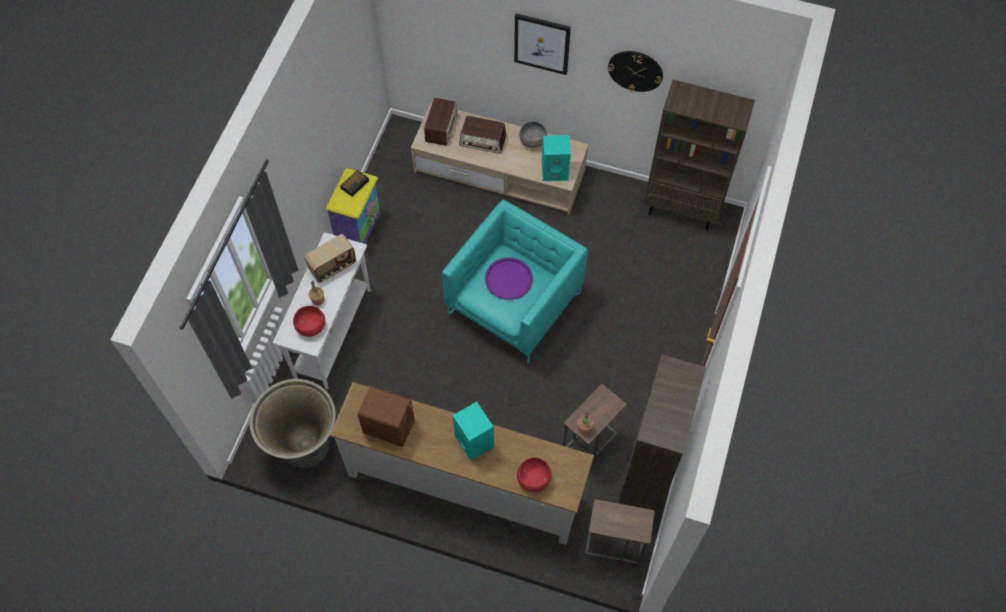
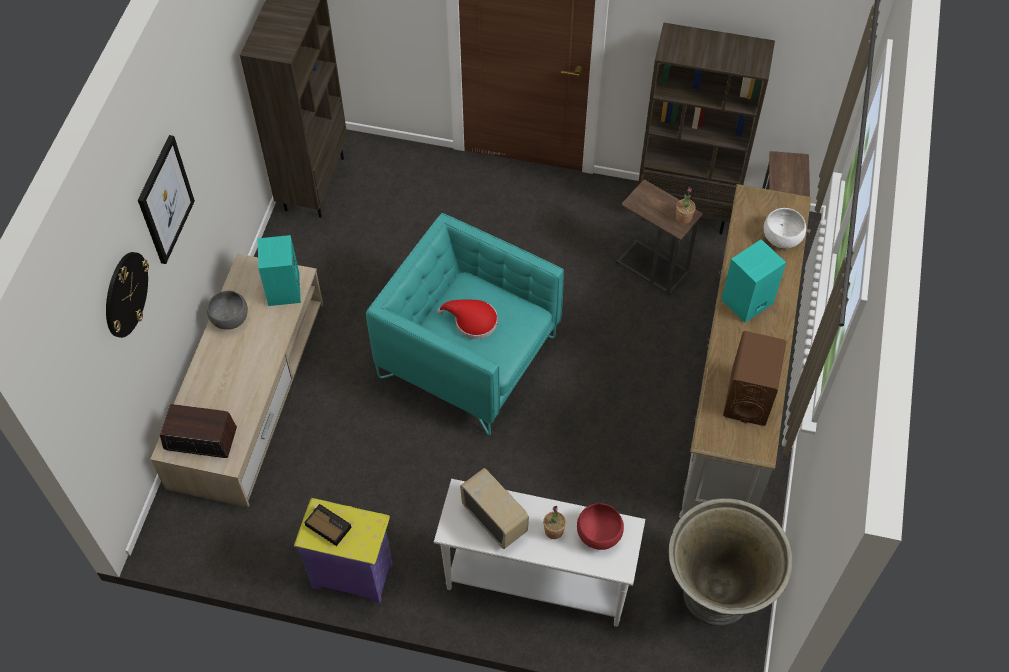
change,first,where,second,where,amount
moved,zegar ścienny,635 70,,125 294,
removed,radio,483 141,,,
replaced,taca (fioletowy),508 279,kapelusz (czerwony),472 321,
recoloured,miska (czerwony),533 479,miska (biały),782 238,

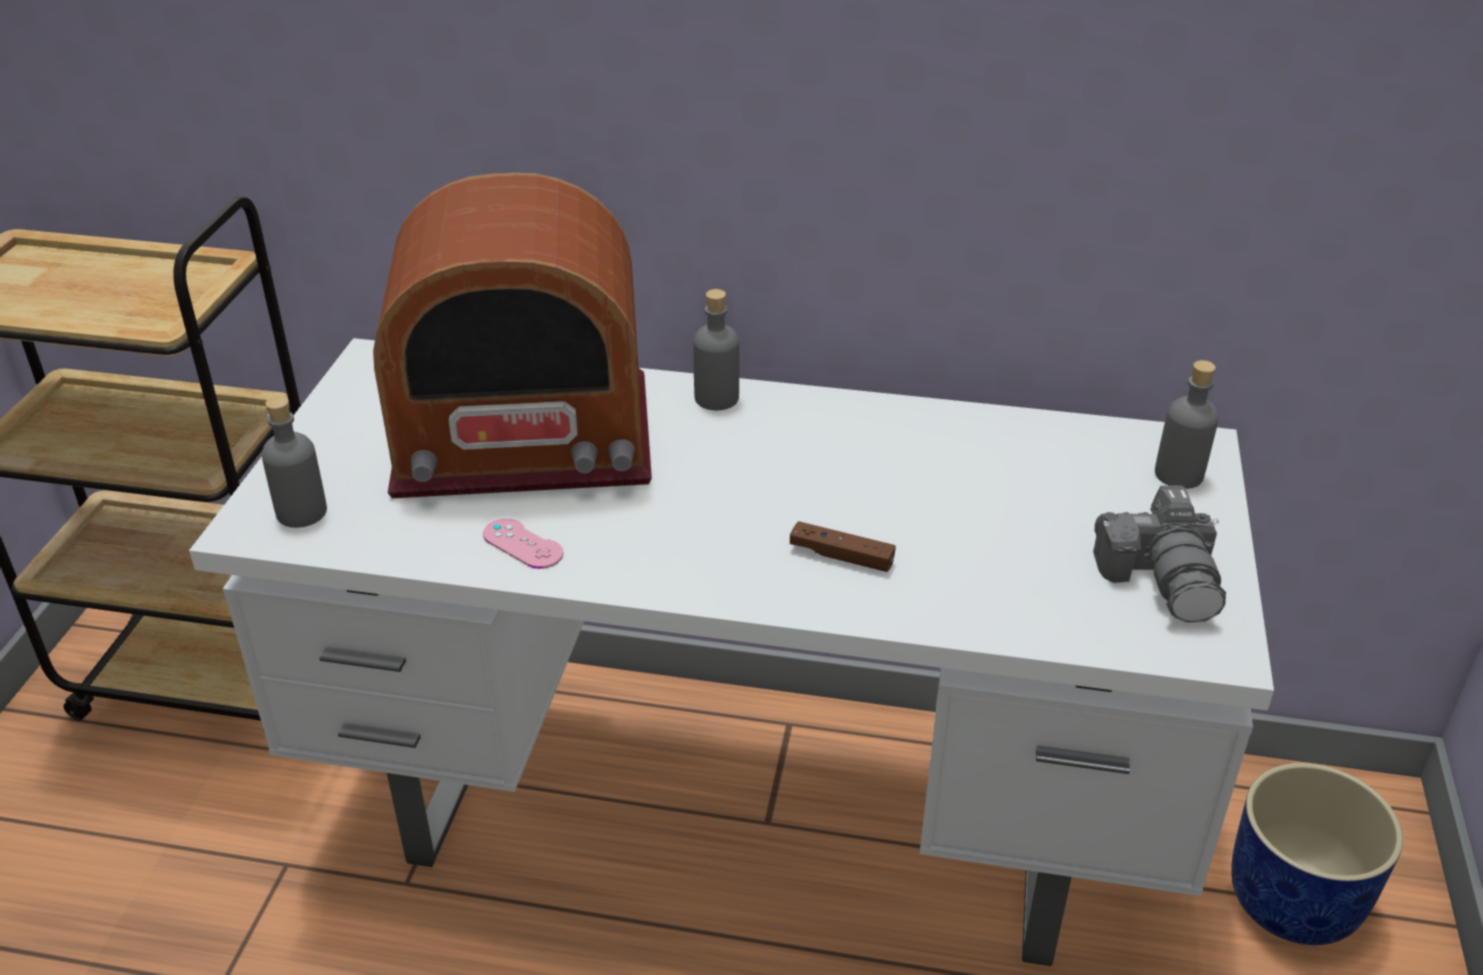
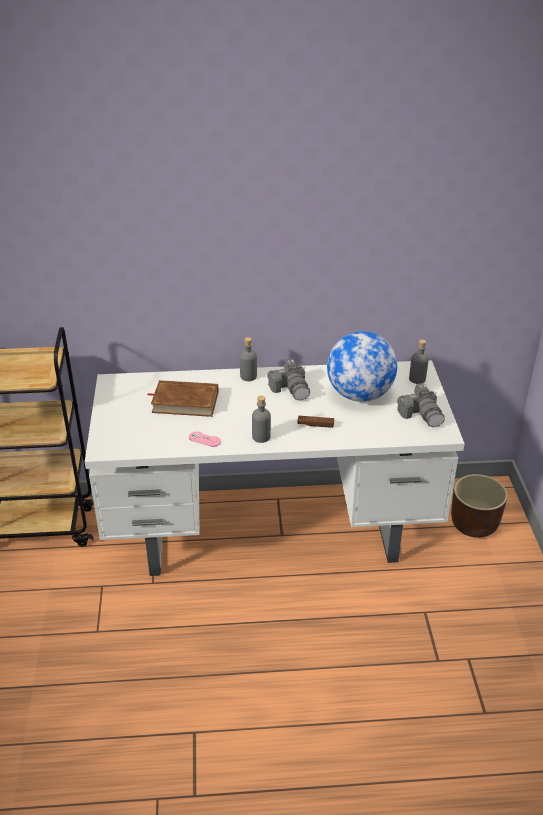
change,first,where,second,where,amount
replaced,radio,524 437,książka (brązowy),185 402,
moved,butelka (szary),302 512,,261 437,
recoloured,donica (niebieski),1294 899,donica (brązowy),474 524,
added,,,globus,359 395,
added,,,aparat fotograficzny,291 389,

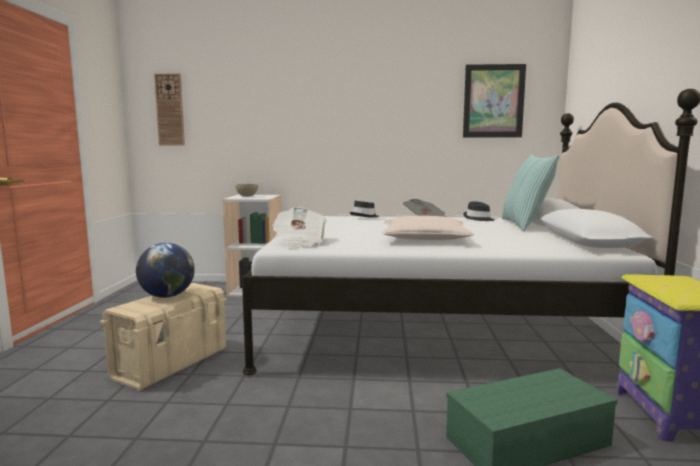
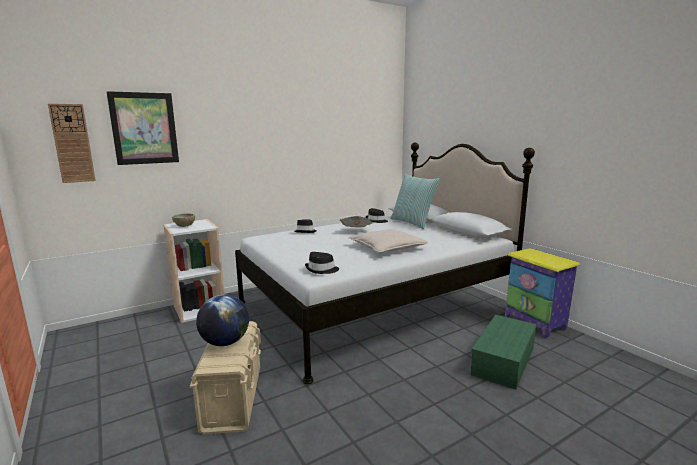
change,first,where,second,where,amount
moved,obraz,493 101,,144 128,
replaced,gazeta,299 242,kapelusz (czarny),322 270,

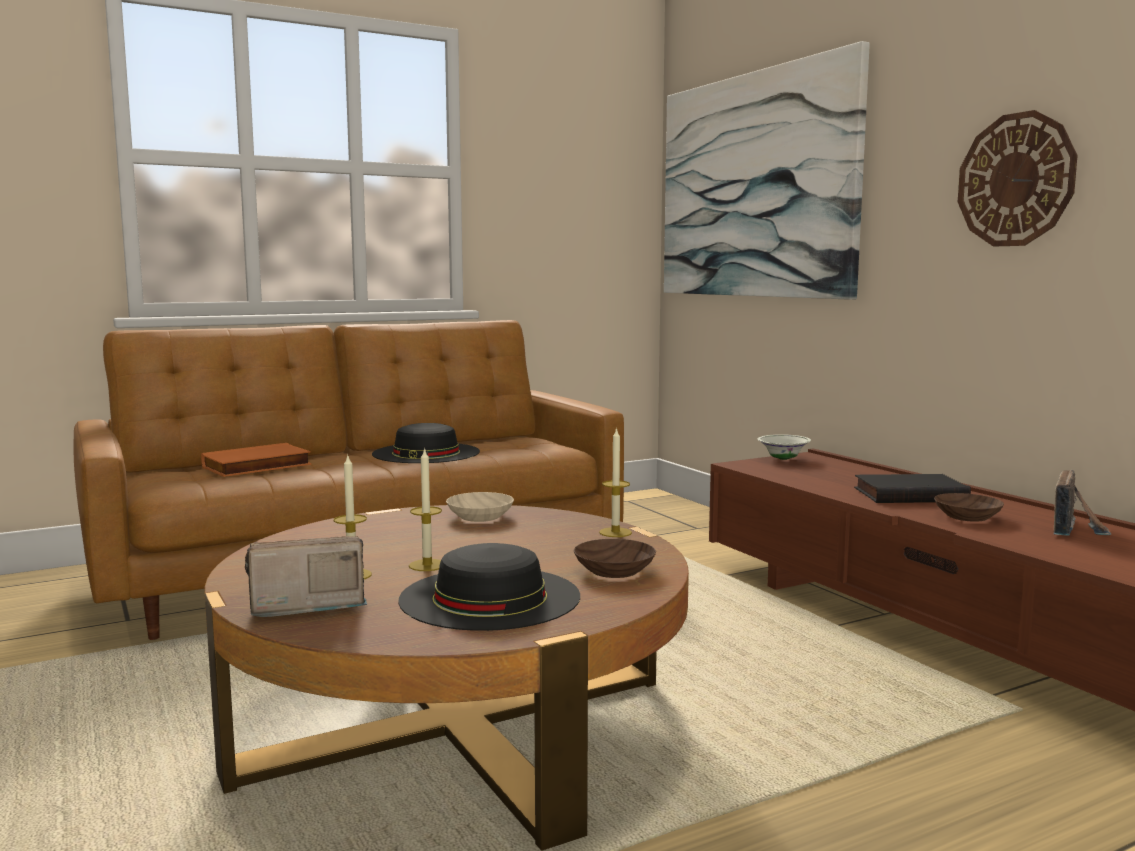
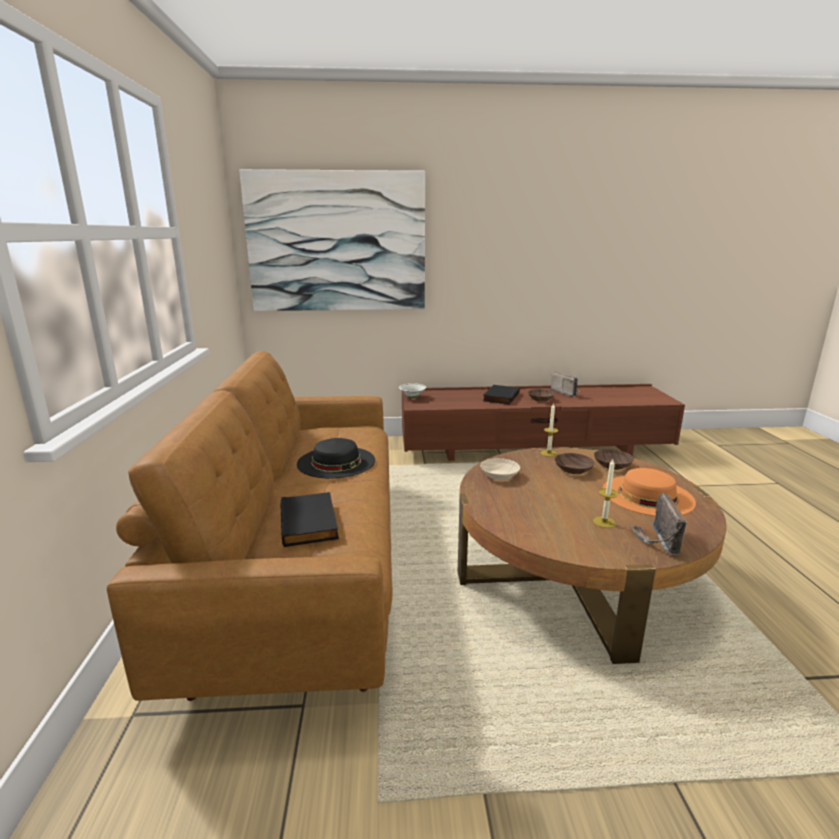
change,first,where,second,where,amount
removed,zegar ścienny,1015 180,,,
recoloured,książka (pomarańczowy),257 466,książka (czarny),310 523,
removed,świeca,427 565,,,
recoloured,kapelusz (czarny),489 597,kapelusz (pomarańczowy),647 495,
added,,,miska (brązowy),574 470,

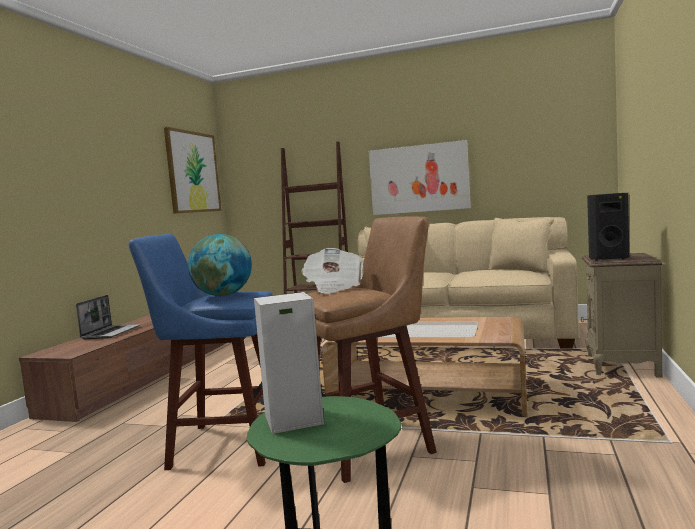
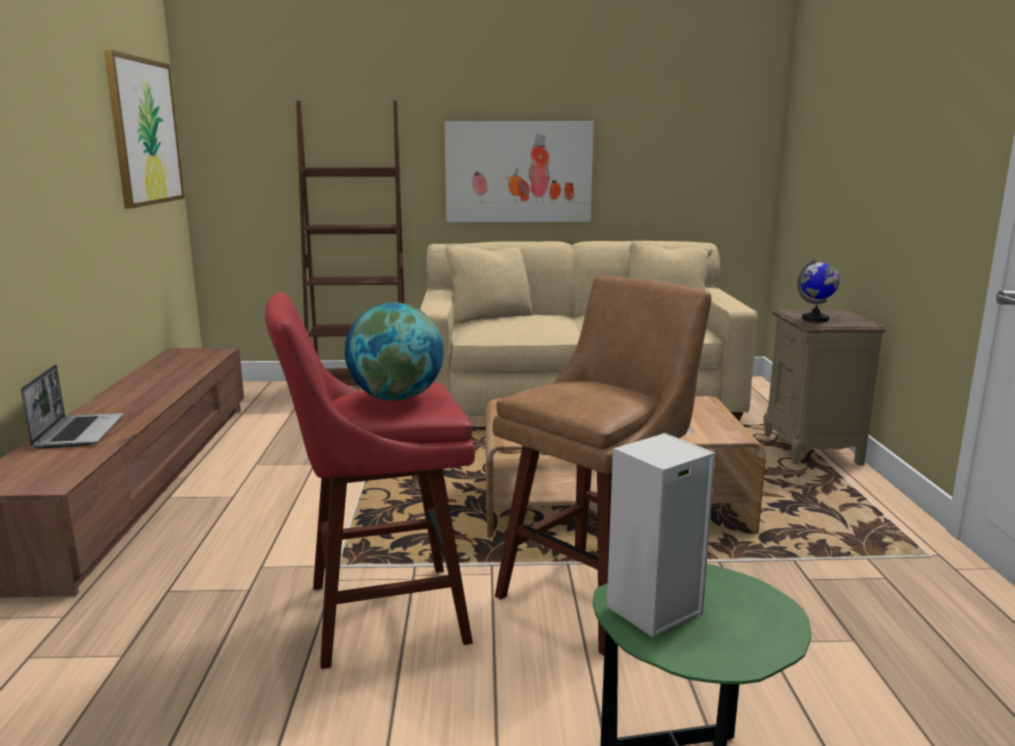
change,first,where,second,where,amount
replaced,głośnik (czarny),607 259,globus,815 319,
recoloured,stołek (niebieski),223 445,stołek (czerwony),379 614,
removed,gazeta,334 288,,,

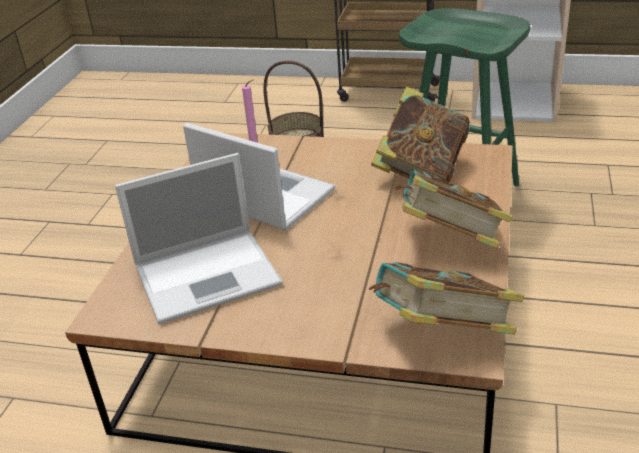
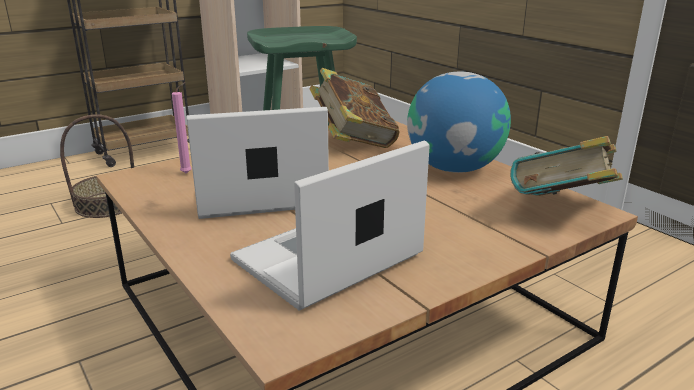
change,first,where,second,where,amount
turned,laptop,210 274,,325 260,150 degrees counterclockwise
replaced,książka,449 241,globus,454 168,

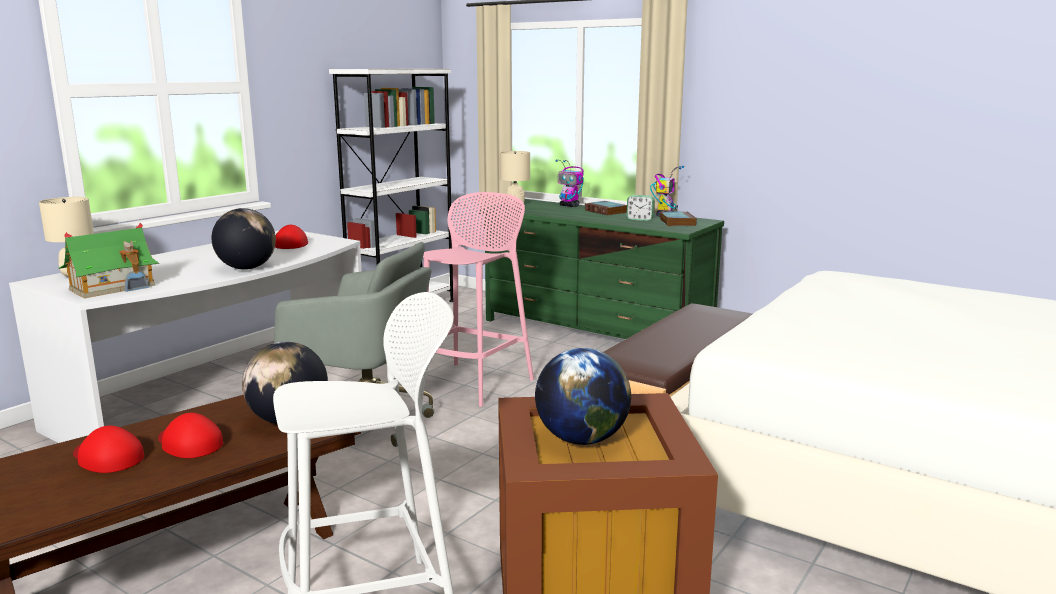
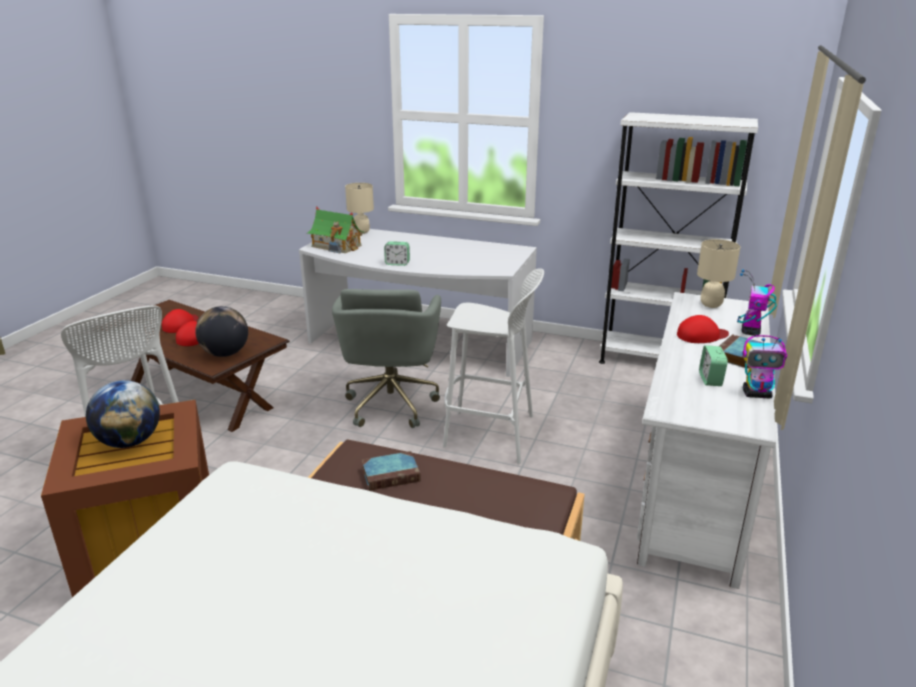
change,first,where,second,where,amount
recoloured,stołek (różowy),474 384,stołek (biały),491 434,
recoloured,komoda (zielony),595 332,komoda (biały),694 483,
replaced,globus,247 268,budzik,397 263,
moved,książka,677 222,,392 474,
moved,czapka z daszkiem (czerwony),292 244,,702 335,

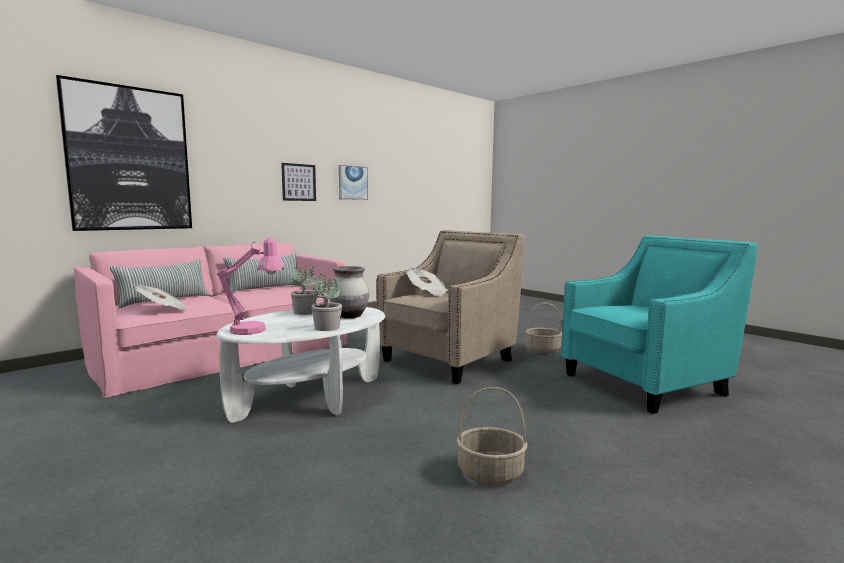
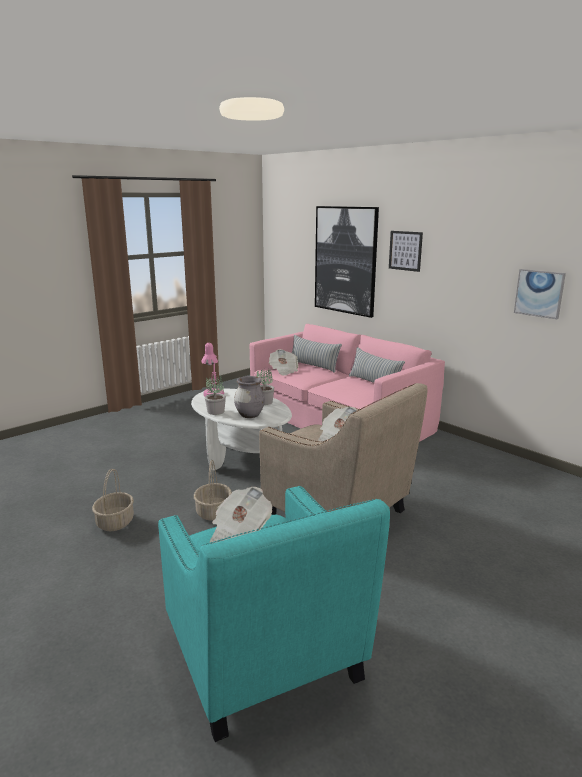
change,first,where,second,where,amount
moved,obraz,298 182,,405 250,
moved,koszyk,543 349,,214 512,
added,,,gazeta,239 533,

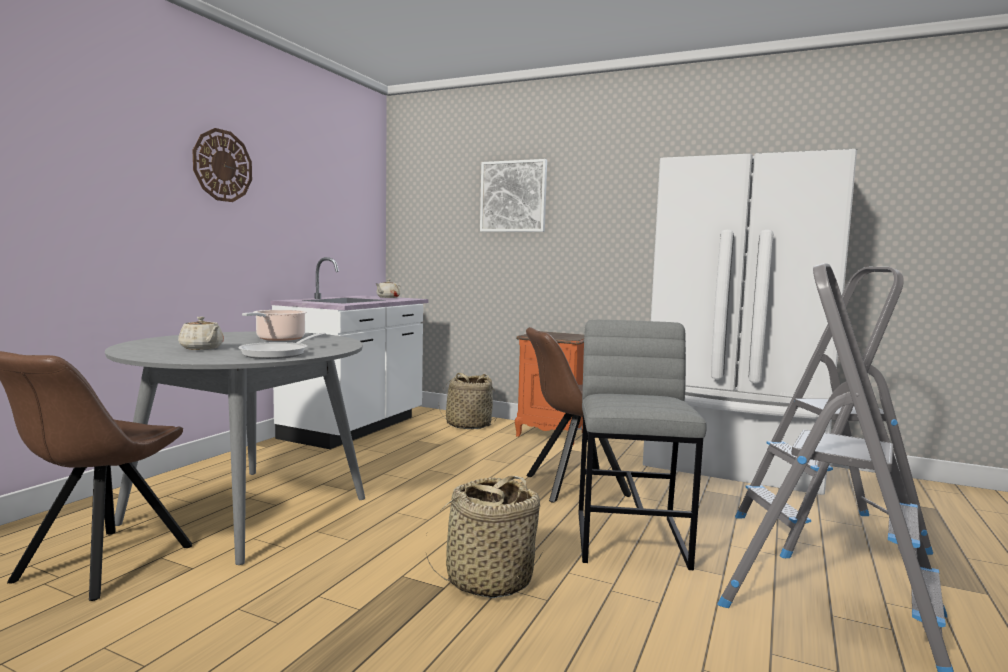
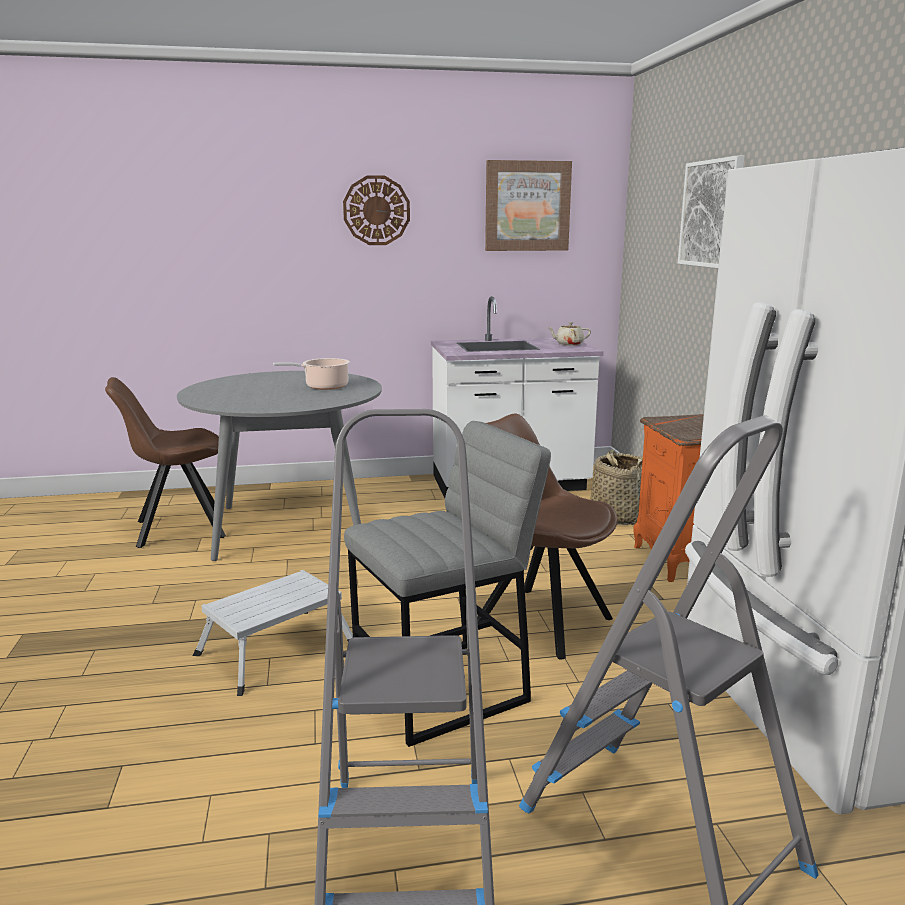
change,first,where,second,where,amount
removed,imbryk (beżowy),202 348,,,
removed,patelnia,279 353,,,
replaced,koszyk,489 579,drabinka (biały),277 648,
added,,,obraz,527 206,

